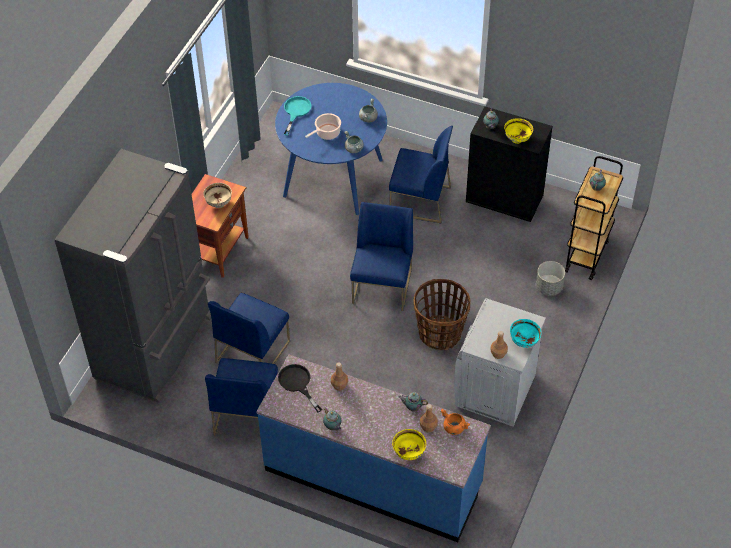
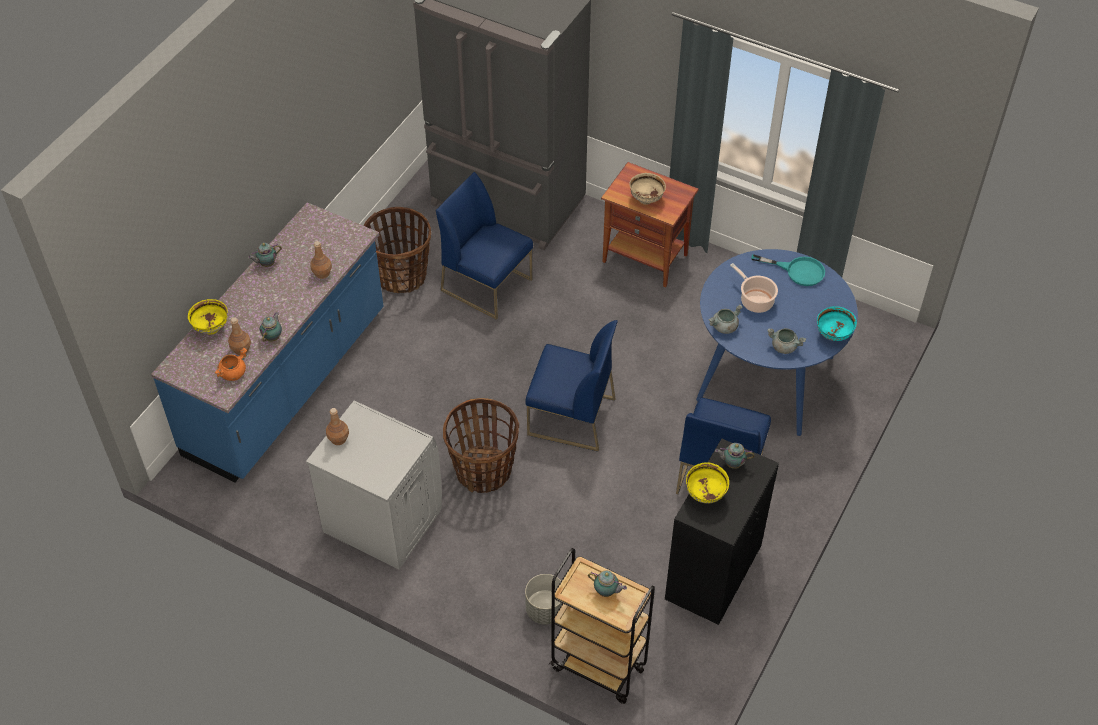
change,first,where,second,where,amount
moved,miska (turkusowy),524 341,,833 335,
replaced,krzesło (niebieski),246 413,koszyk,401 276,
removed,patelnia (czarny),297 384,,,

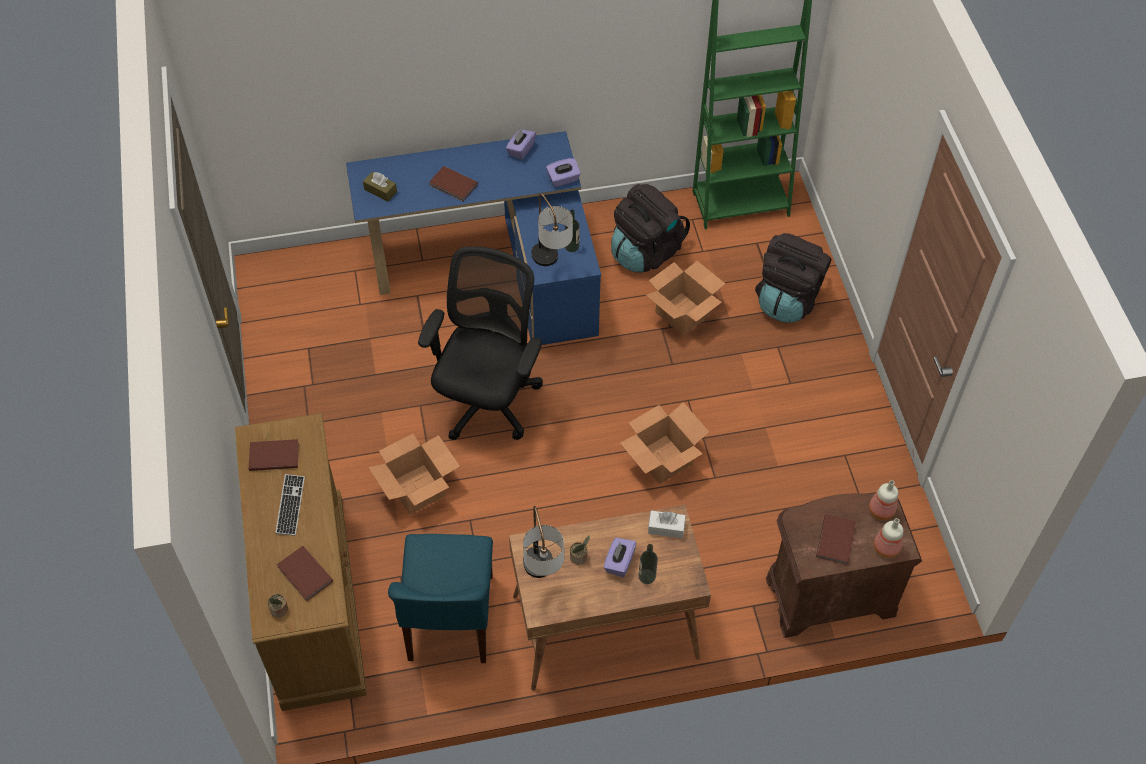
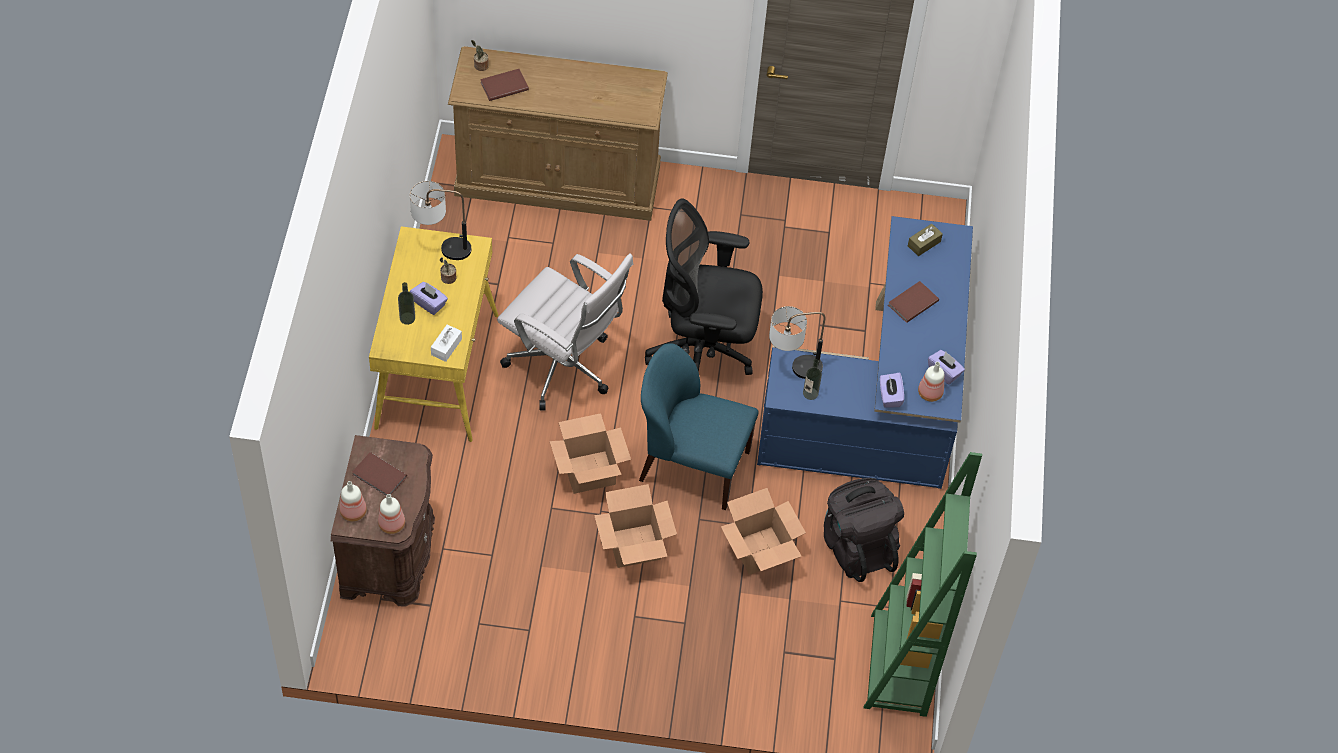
change,first,where,second,where,amount
removed,plecak (czarny),788 299,,,
turned,krzesło biurowe (czarny),487 407,,706 351,150 degrees clockwise
moved,karton,416 489,,635 545,
removed,książka (brązowy),273 455,,,
removed,klawiatura,290 505,,,
recoloured,biurko (brązowy),604 628,biurko (żółty),436 370,
moved,krzesło (niebieski),450 620,,692 465,
added,,,krzesło biurowe (biały),564 369,
added,,,butelka,929 393,

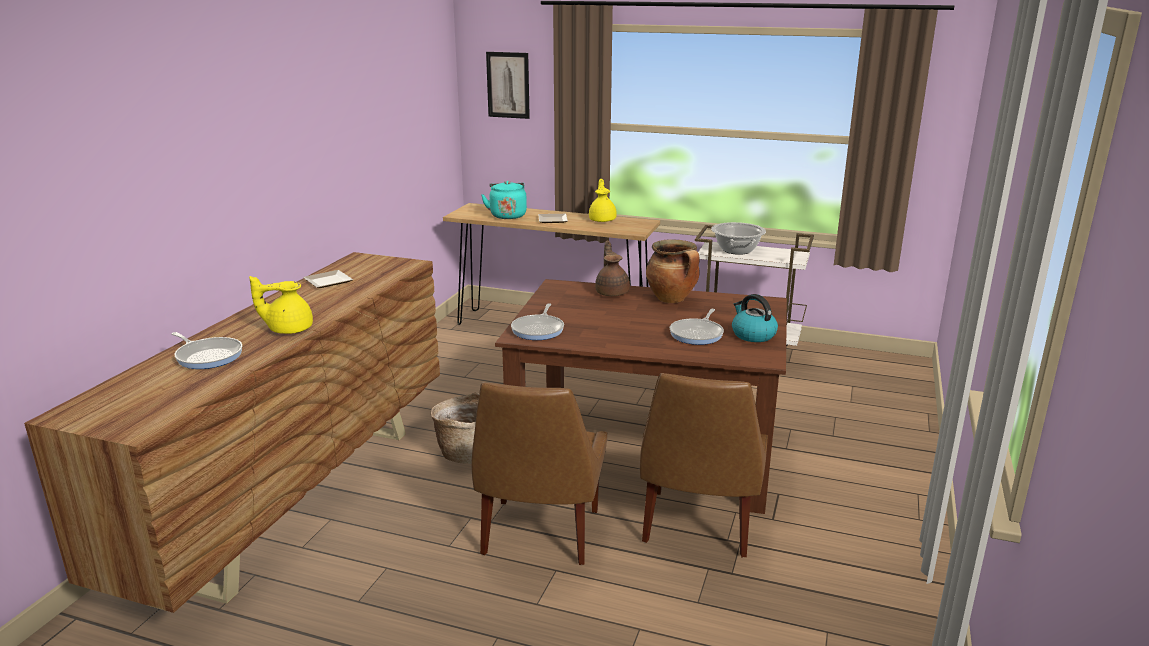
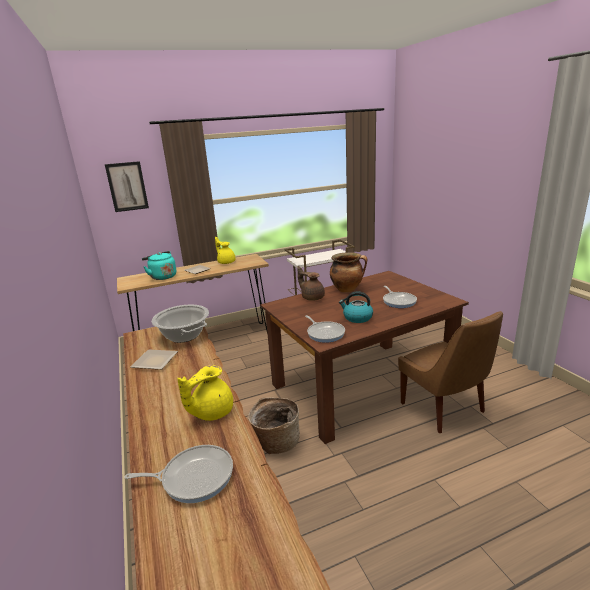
change,first,where,second,where,amount
moved,garnek,736 250,,183 335,
moved,czajnik,752 335,,357 318,
removed,krzesło (brązowy),539 535,,,

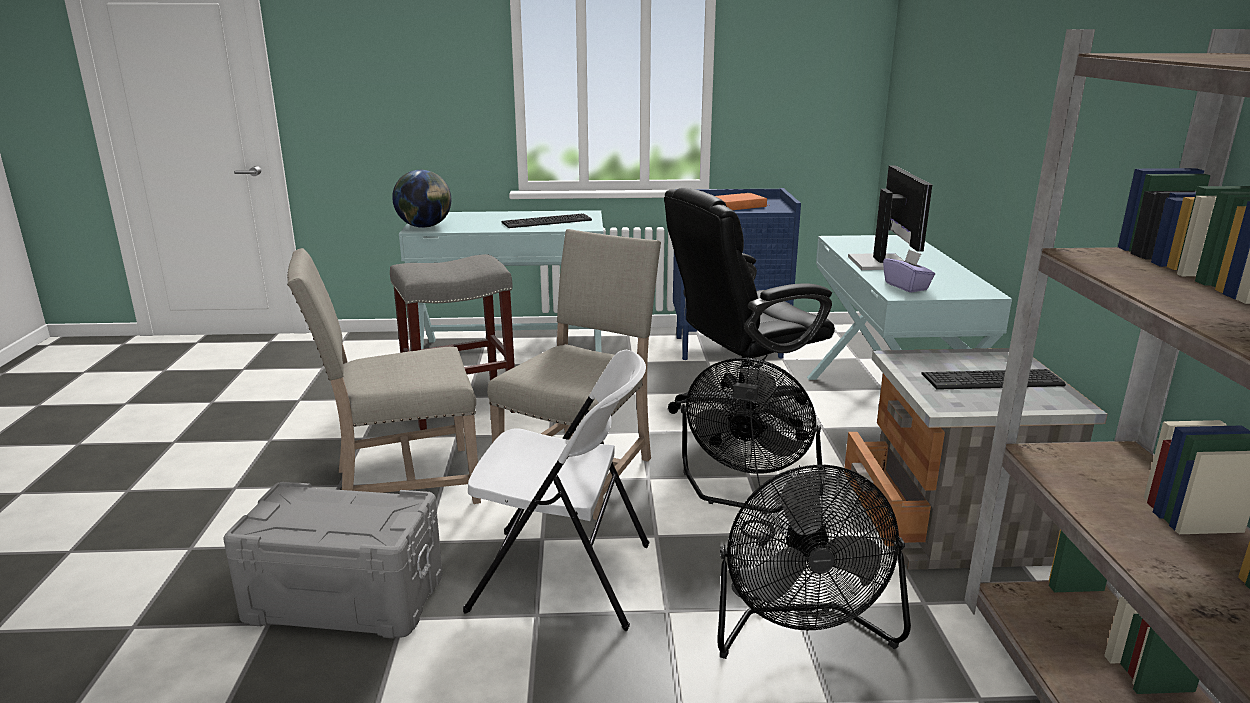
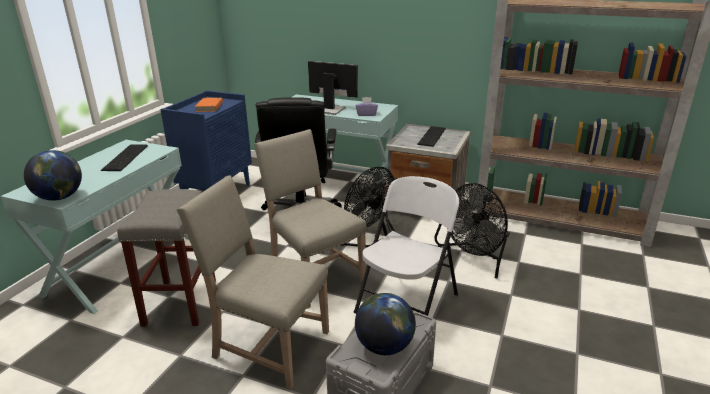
change,first,where,second,where,amount
turned,krzesło (beżowy),401 484,,267 345,105 degrees clockwise
turned,wentylator (czarny),793 627,,473 255,120 degrees clockwise
added,,,globus,384 346,

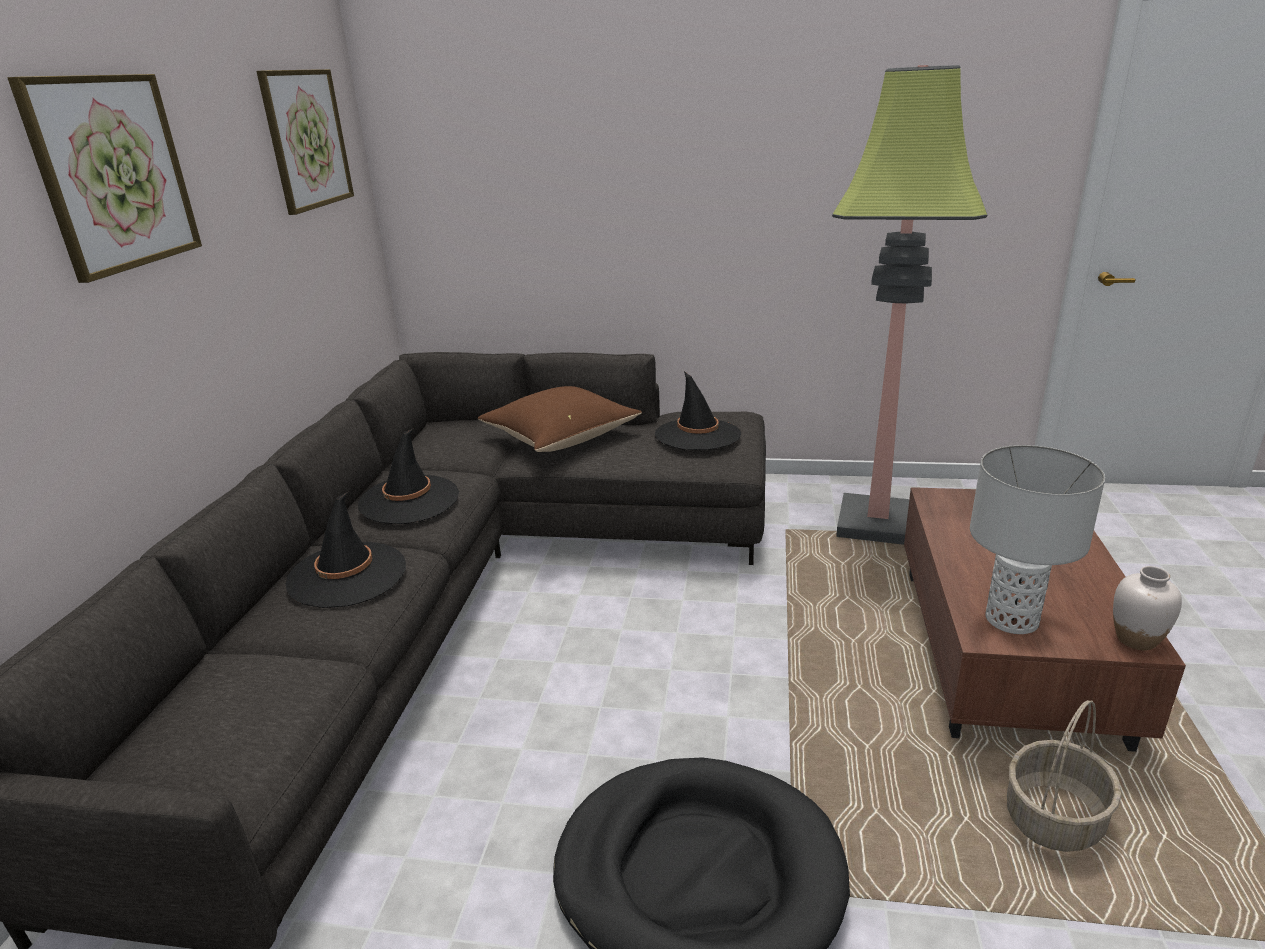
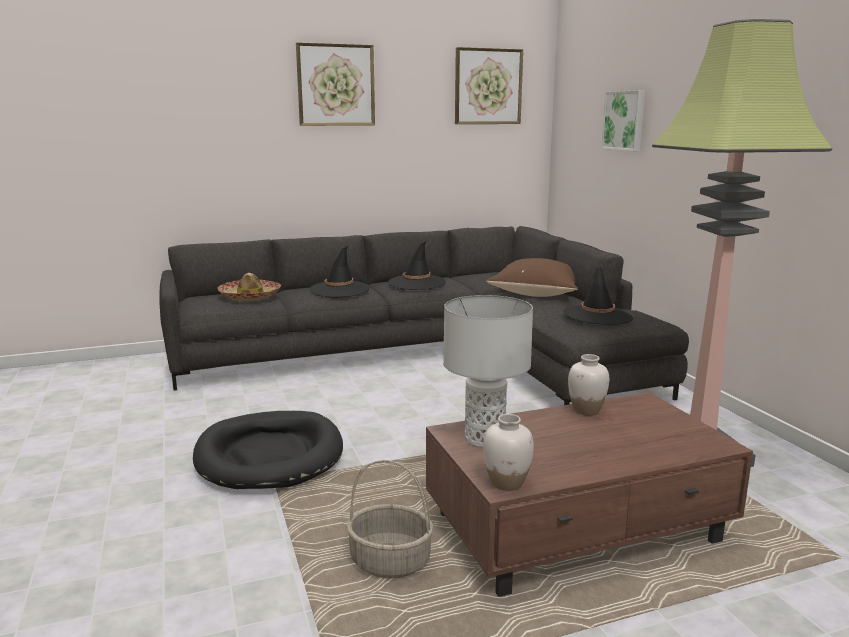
change,first,where,second,where,amount
added,,,obraz,625 120,
added,,,kapelusz,250 296,
added,,,wazon (biały),586 410,

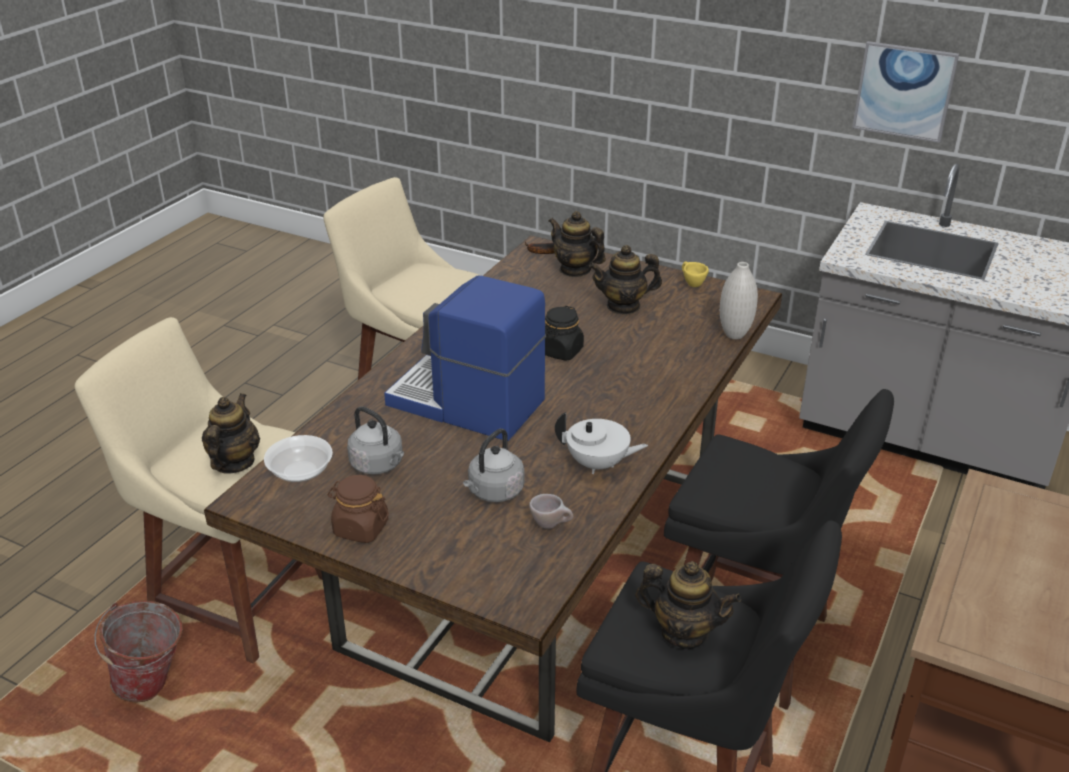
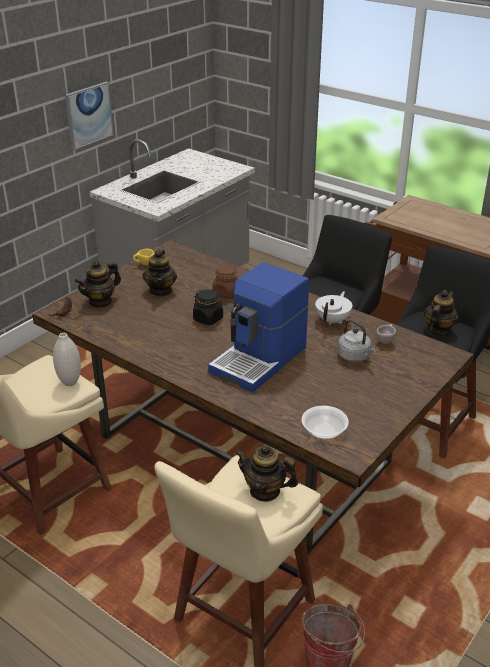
change,first,where,second,where,amount
moved,wazon (biały),734 335,,70 382,
removed,czajnik (szary),379 465,,,
moved,słoik (brązowy),360 528,,226 293,

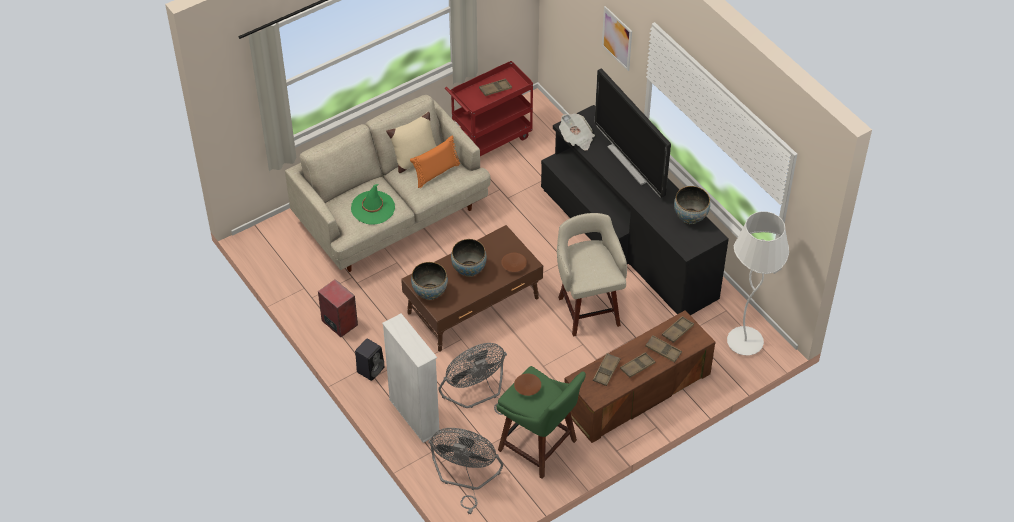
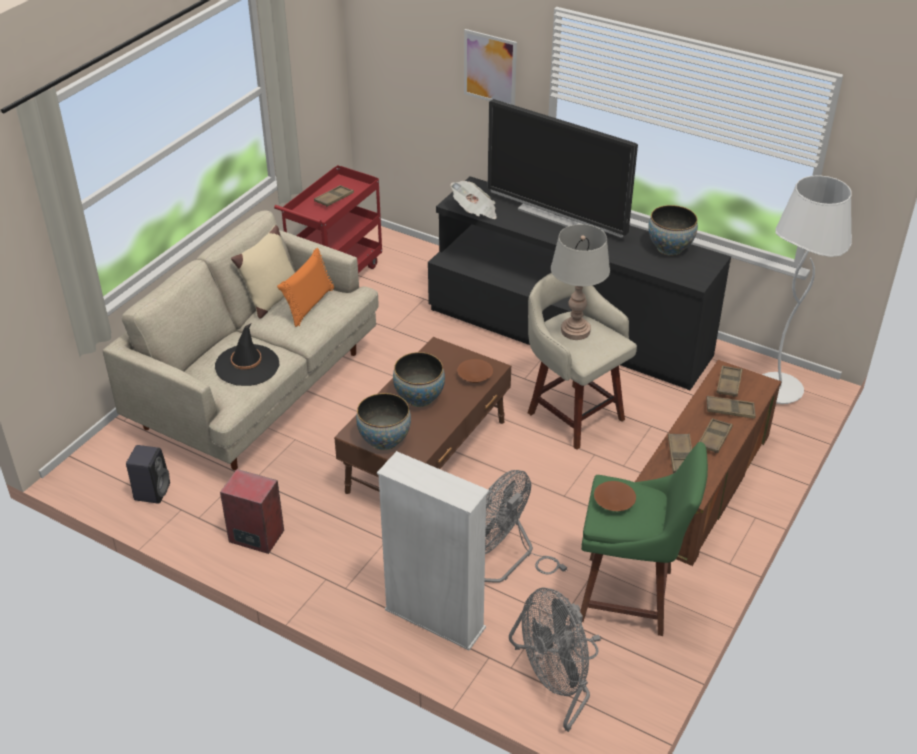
change,first,where,second,where,amount
recoloured,kapelusz (zielony),373 208,kapelusz (czarny),247 365,
moved,głośnik (czarny),371 369,,152 491,
turned,wentylator (szary),465 478,,559 676,105 degrees counterclockwise
added,,,lampa stołowa (szary),575 331,

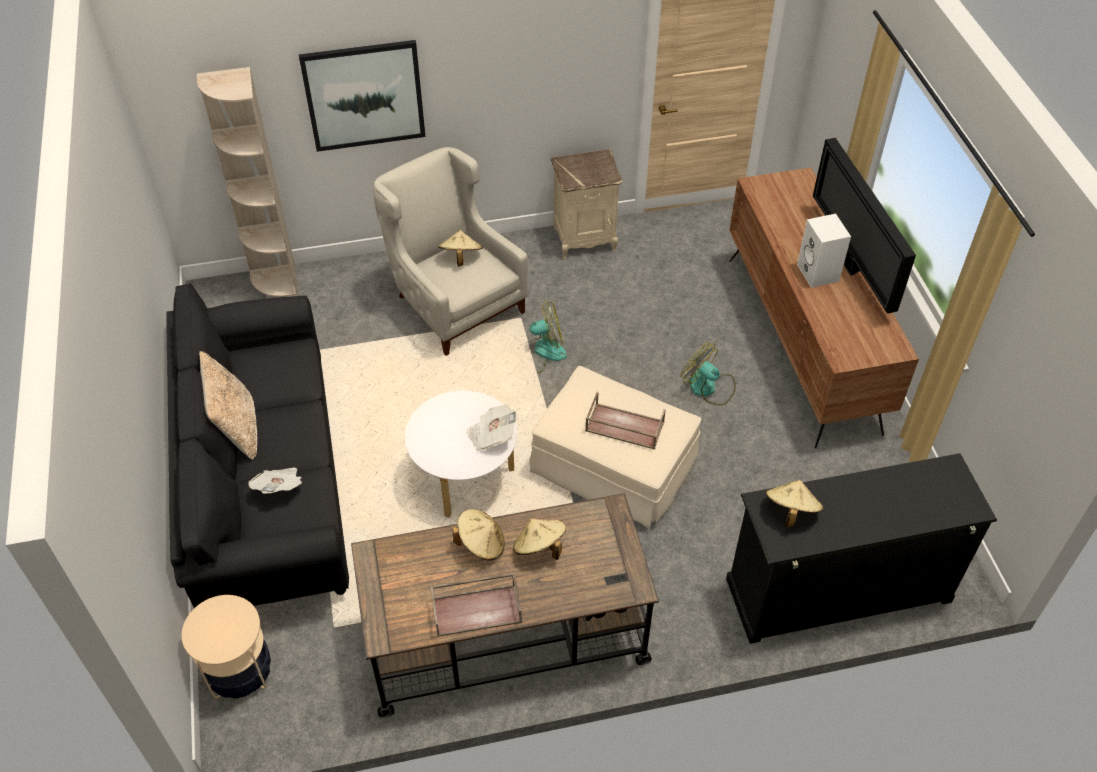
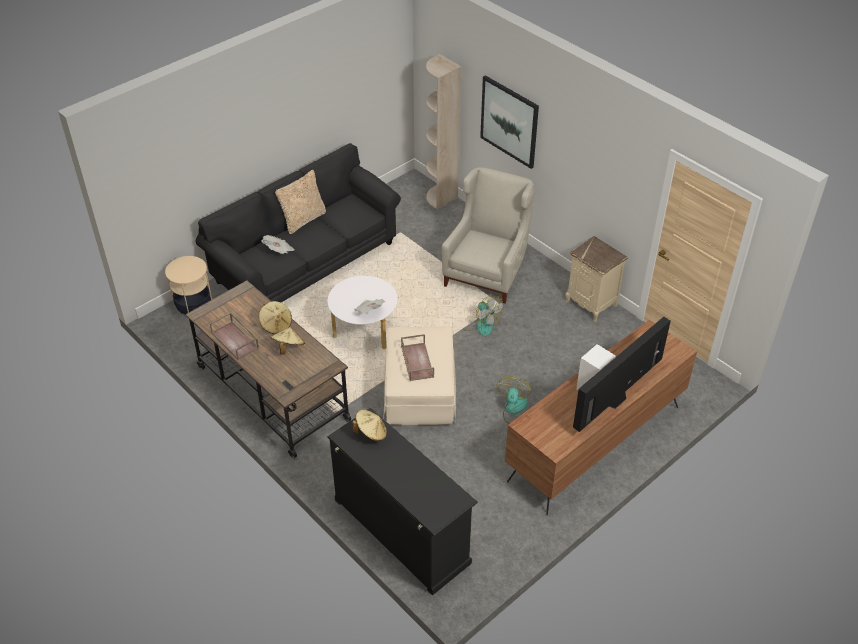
change,first,where,second,where,amount
removed,kapelusz (beżowy),460 257,,,

